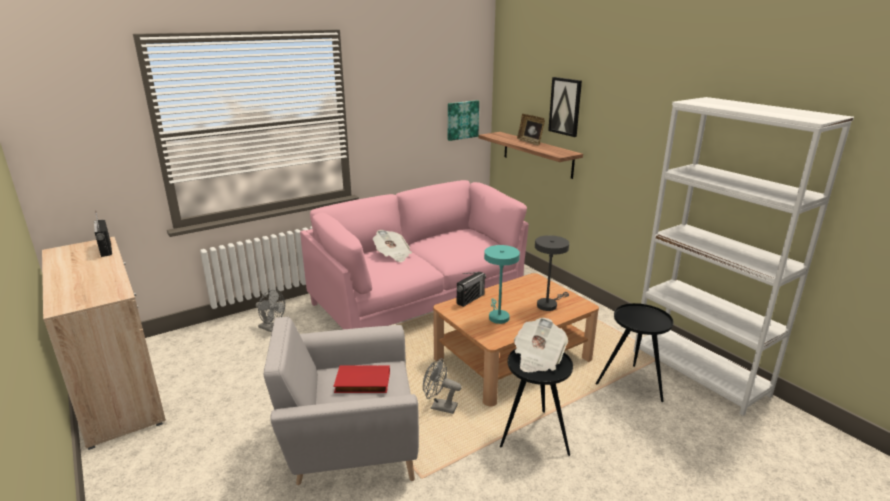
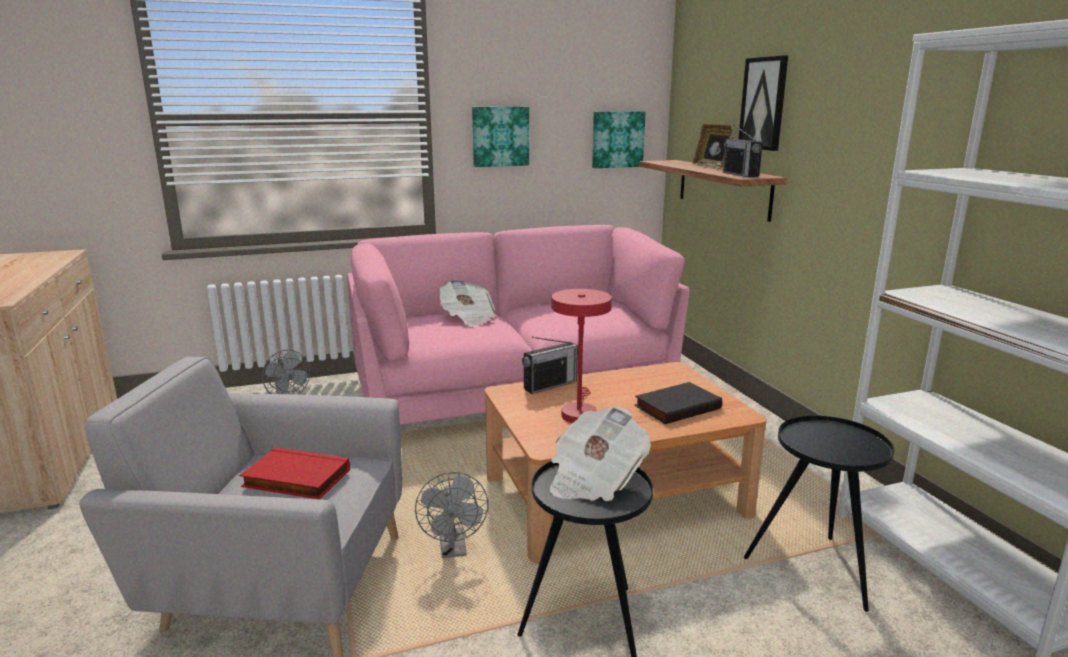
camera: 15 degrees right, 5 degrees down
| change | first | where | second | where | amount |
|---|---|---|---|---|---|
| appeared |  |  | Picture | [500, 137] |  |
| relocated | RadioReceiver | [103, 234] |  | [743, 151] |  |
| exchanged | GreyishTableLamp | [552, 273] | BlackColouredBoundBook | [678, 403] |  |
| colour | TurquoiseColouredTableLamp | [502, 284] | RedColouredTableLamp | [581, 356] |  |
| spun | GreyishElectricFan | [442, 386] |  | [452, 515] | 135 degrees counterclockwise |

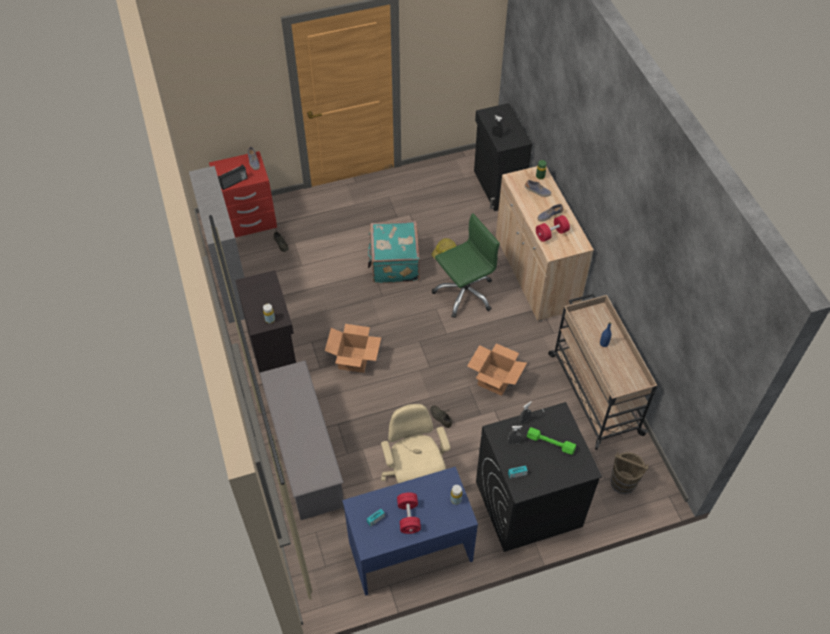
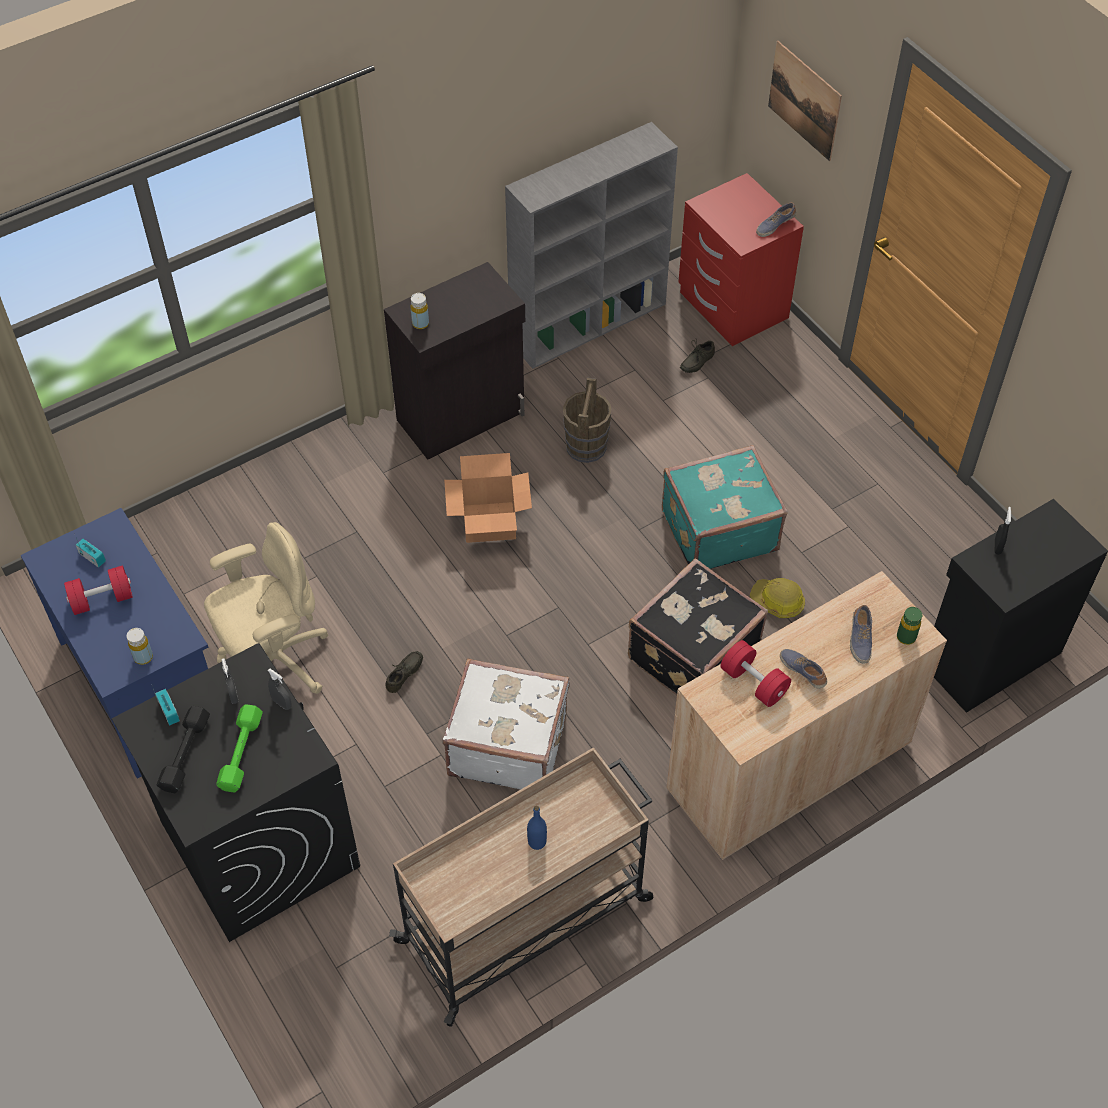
camera: 75 degrees right, 0 degrees up
| change | first | where | second | where | amount |
|---|---|---|---|---|---|
| missing | RadioReceiver | [233, 177] |  |  |  |
| missing | GreyishShoeRack | [302, 440] |  |  |  |
| appeared |  |  | BlackColouredFreeWeight | [183, 749] |  |
| appeared |  |  | Picture | [805, 101] |  |
| relocated | BrownColouredWaterBucket | [629, 473] |  | [587, 420] |  |
| exchanged | GreenishOfficeChair | [466, 266] | BlackColouredSuitcase | [698, 626] |  |
| exchanged | Carton | [497, 369] | WhitishSuitcase | [506, 723] |  |

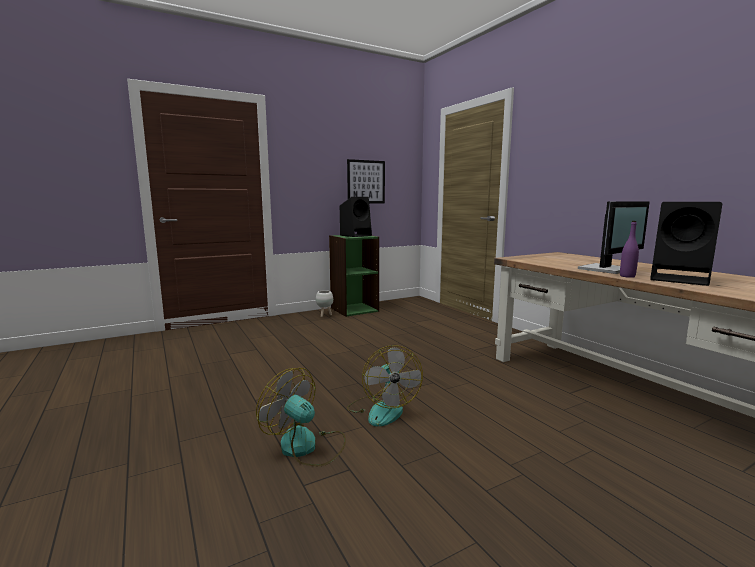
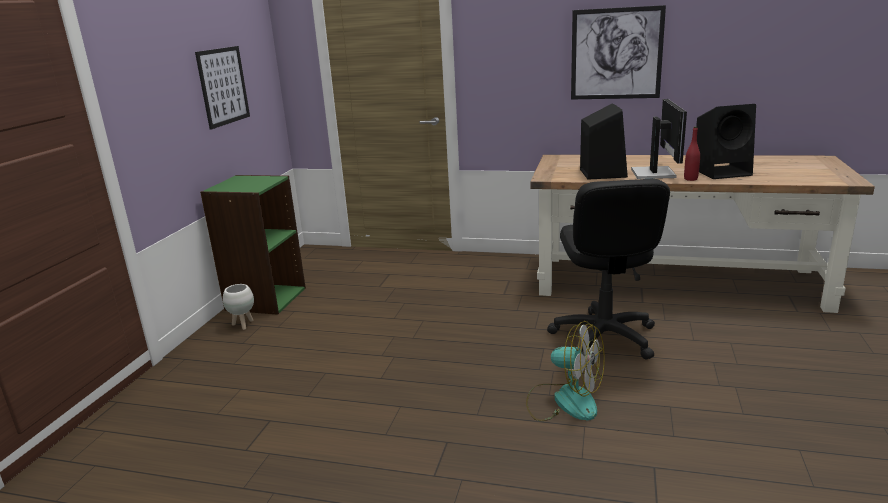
camera: 45 degrees left, 10 degrees up
| change | first | where | second | where | amount |
|---|---|---|---|---|---|
| missing | ElectricFan | [301, 417] |  |  |  |
| appeared |  |  | BlackColouredOfficeChair | [608, 269] |  |
| appeared |  |  | Picture | [618, 52] |  |
| relocated | BlackColouredAudioSpeaker | [356, 217] |  | [604, 141] |  |
| colour | PurplishBottle | [629, 249] | RedColouredBottle | [692, 153] |  |

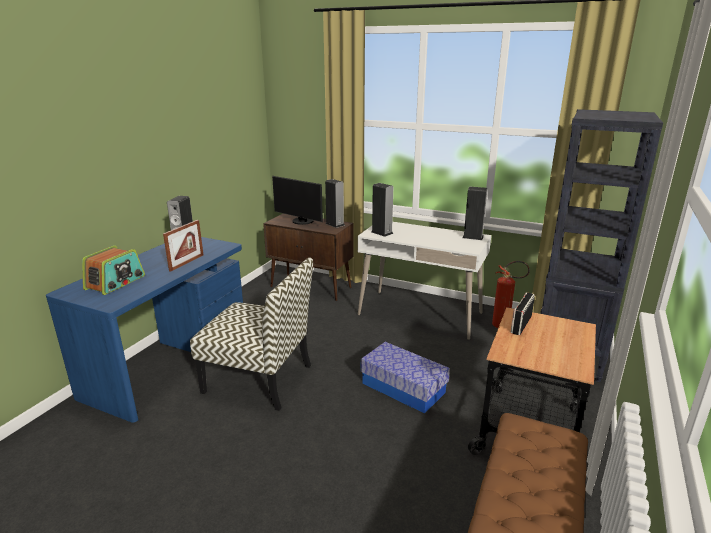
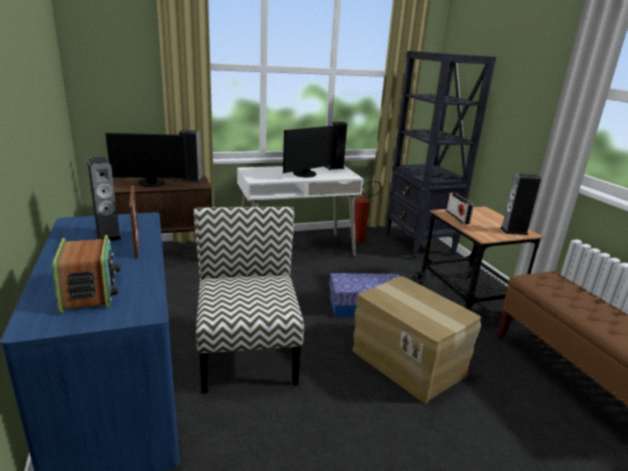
camera: 45 degrees left, 0 degrees up
| change | first | where | second | where | amount |
|---|---|---|---|---|---|
| appeared |  |  | ComputerScreen | [311, 151] |  |
| appeared |  |  | Carton | [416, 340] |  |
| relocated | AudioSpeaker | [382, 210] |  | [520, 204] |  |
| spun | PlainChair | [251, 334] |  | [249, 300] | 75 degrees counterclockwise |

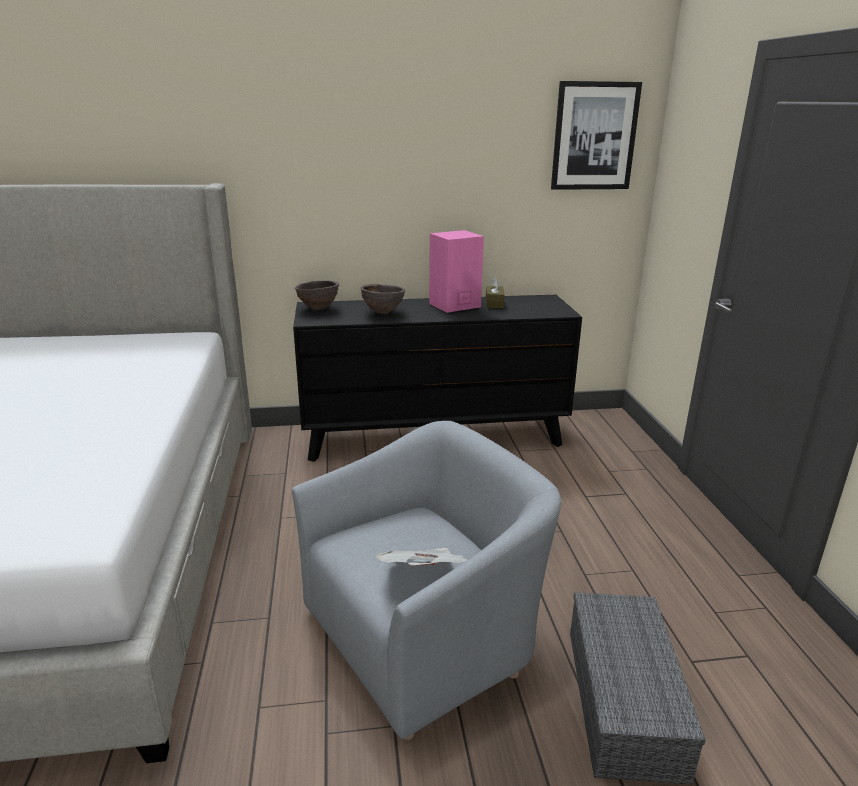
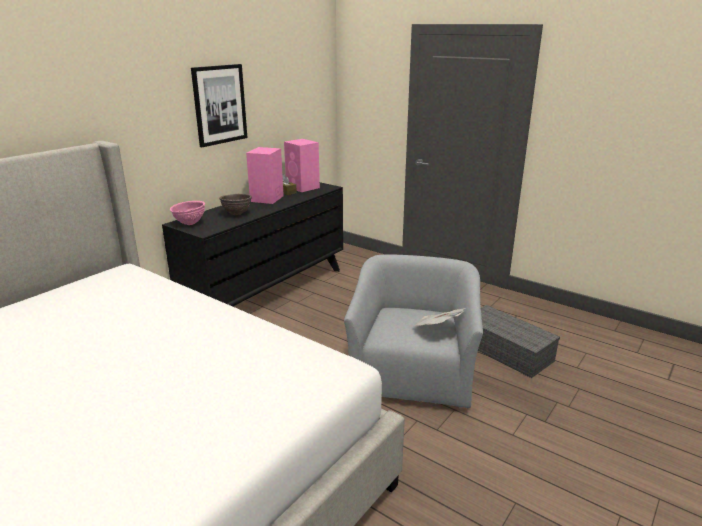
camera: 45 degrees left, 0 degrees up
| change | first | where | second | where | amount |
|---|---|---|---|---|---|
| appeared |  |  | PinkishAudioSpeaker | [302, 165] |  |
| relocated | Picture | [596, 135] |  | [219, 105] |  |
| colour | BrownColouredDeepDish | [317, 295] | PinkishDeepDish | [187, 213] |  |

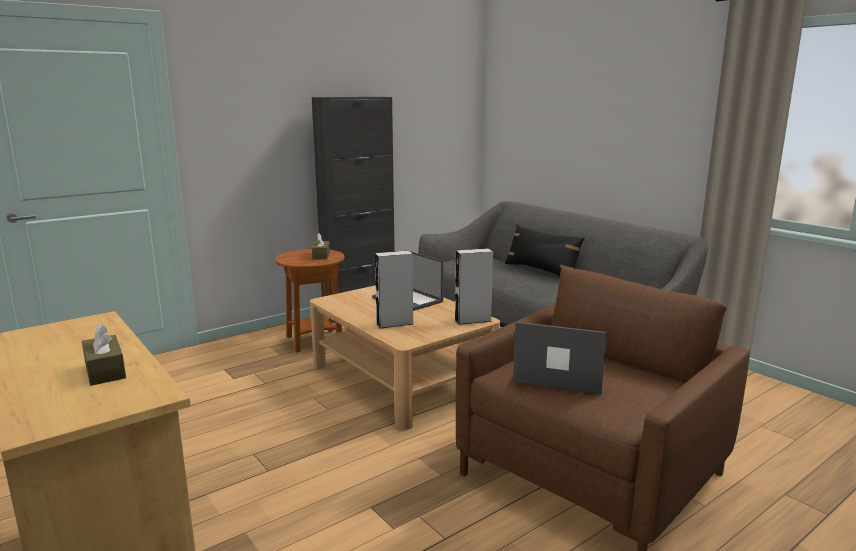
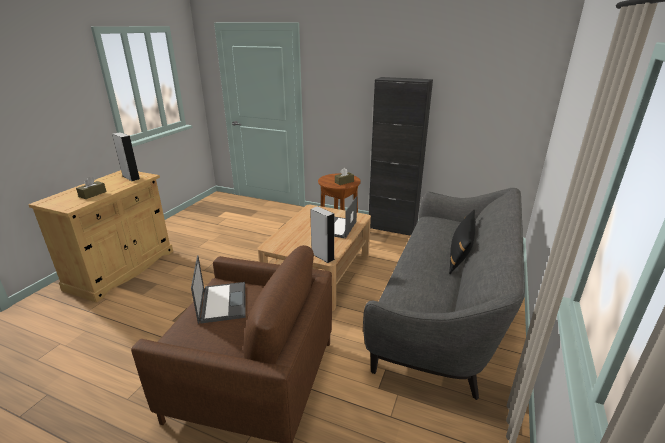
camera: 60 degrees right, 10 degrees up
| change | first | where | second | where | amount |
|---|---|---|---|---|---|
| relocated | GreyishAudioSpeaker | [394, 289] |  | [126, 156] |  |

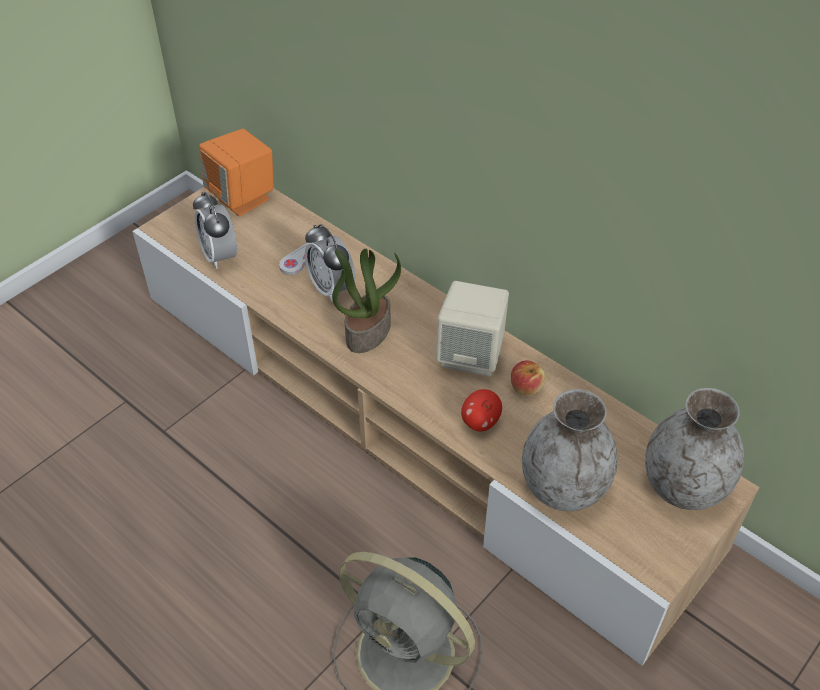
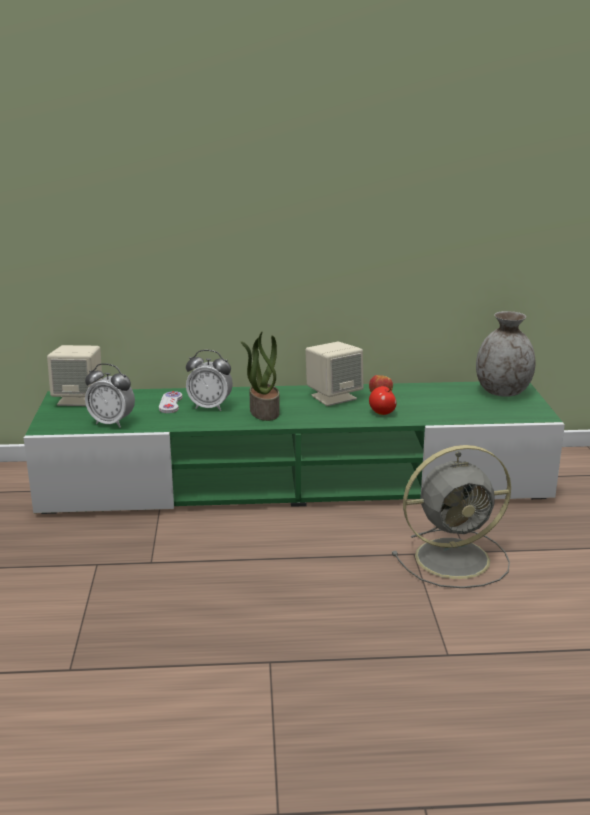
camera: 45 degrees left, 25 degrees down
| change | first | where | second | where | amount |
|---|---|---|---|---|---|
| missing | GreyishVase | [570, 450] |  |  |  |
| colour | SandColouredTvUnit | [446, 426] | GreenishTvUnit | [294, 448] |  |
| colour | OrangeColouredAudioSpeaker | [236, 172] | SandColouredAudioSpeaker | [74, 375] |  |

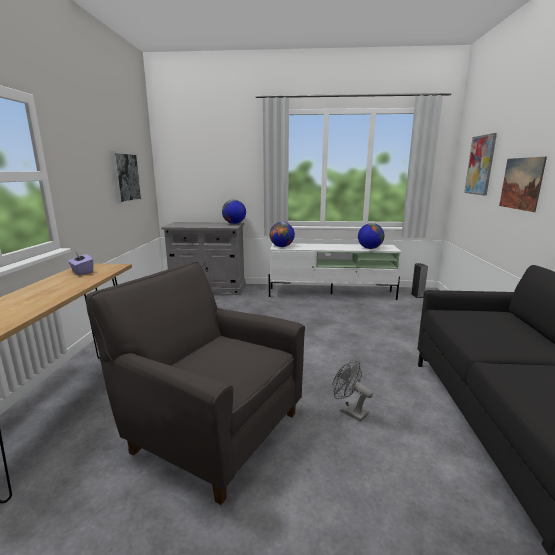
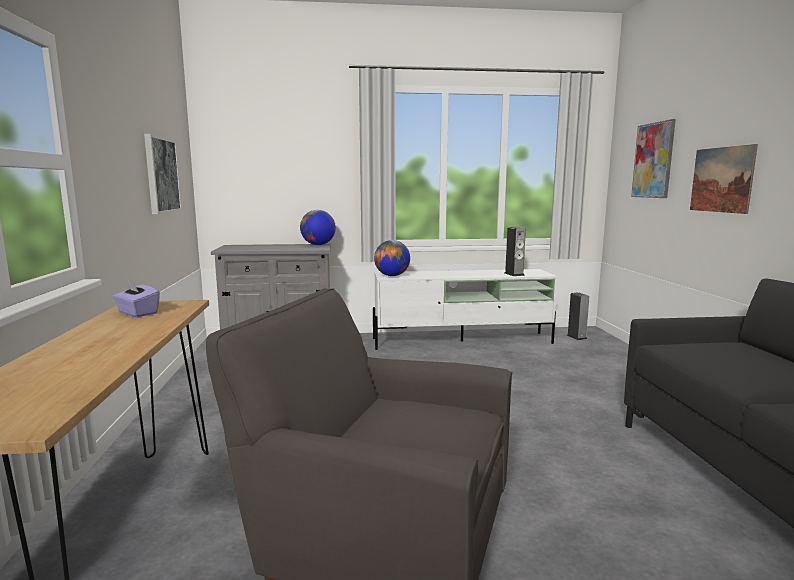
camera: 10 degrees left, 5 degrees down
| change | first | where | second | where | amount |
|---|---|---|---|---|---|
| missing | GreyishElectricFan | [352, 391] |  |  |  |
| exchanged | Globe | [371, 236] | AudioSpeaker | [515, 251] |  |

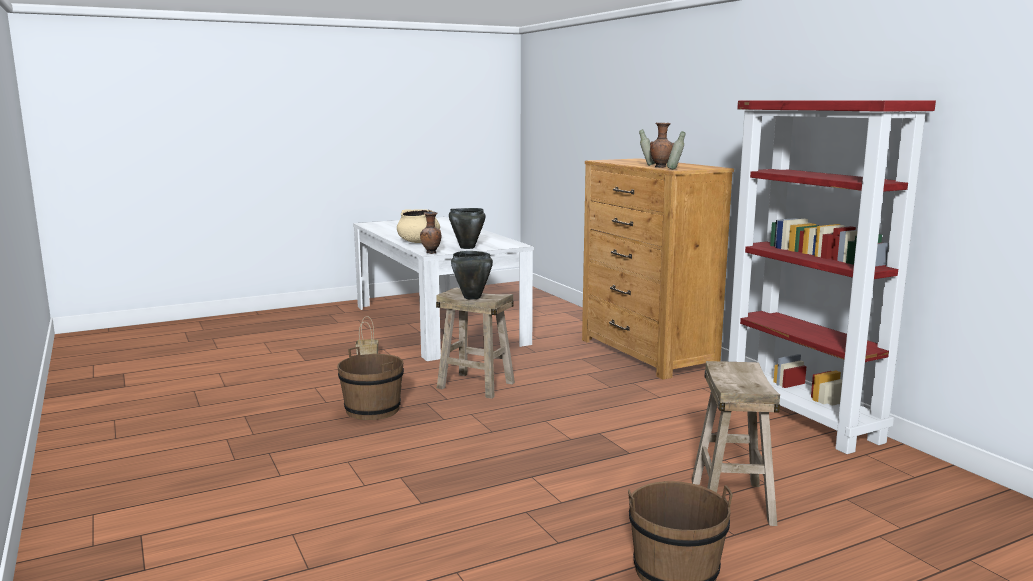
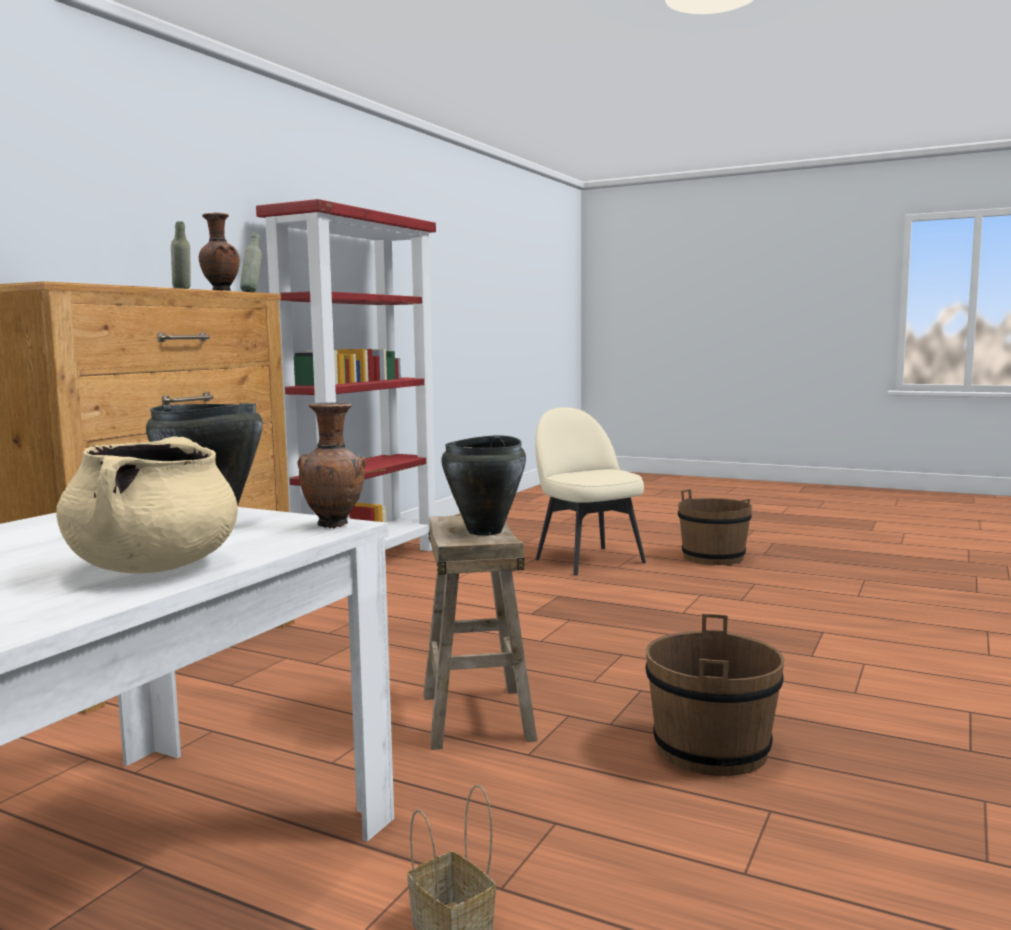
camera: 125 degrees left, 5 degrees down
| change | first | where | second | where | amount |
|---|---|---|---|---|---|
| exchanged | SandColouredStoolSeat | [736, 443] | SandColouredPlainChair | [590, 491] |  |

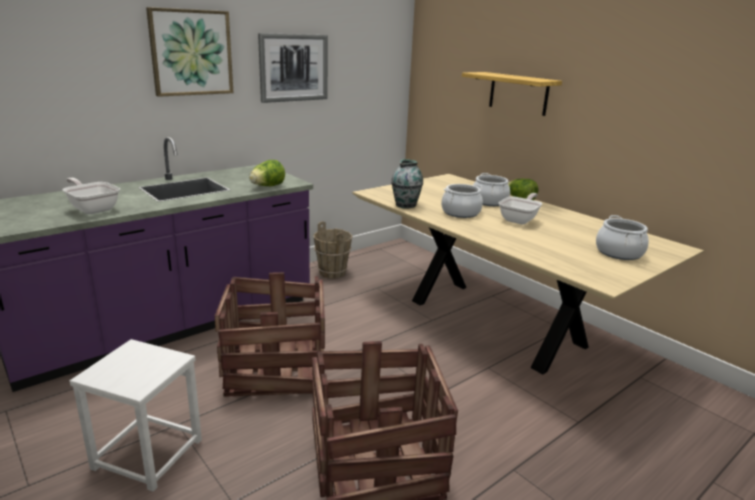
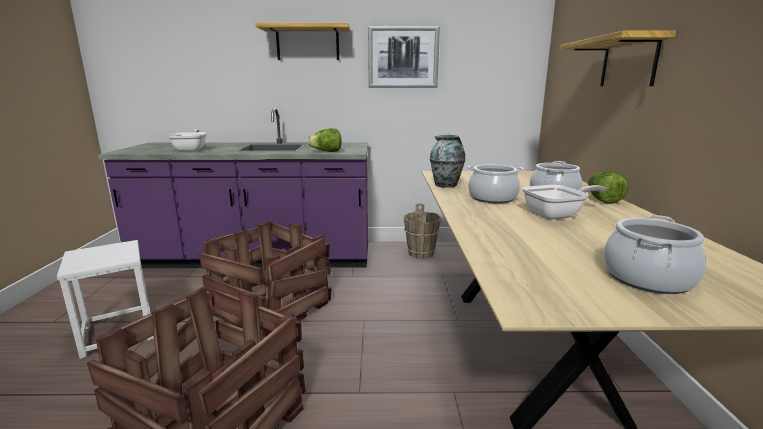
camera: 40 degrees right, 5 degrees down
| change | first | where | second | where | amount |
|---|---|---|---|---|---|
| exchanged | Picture | [189, 52] | BracketShelf | [302, 41] |  |

